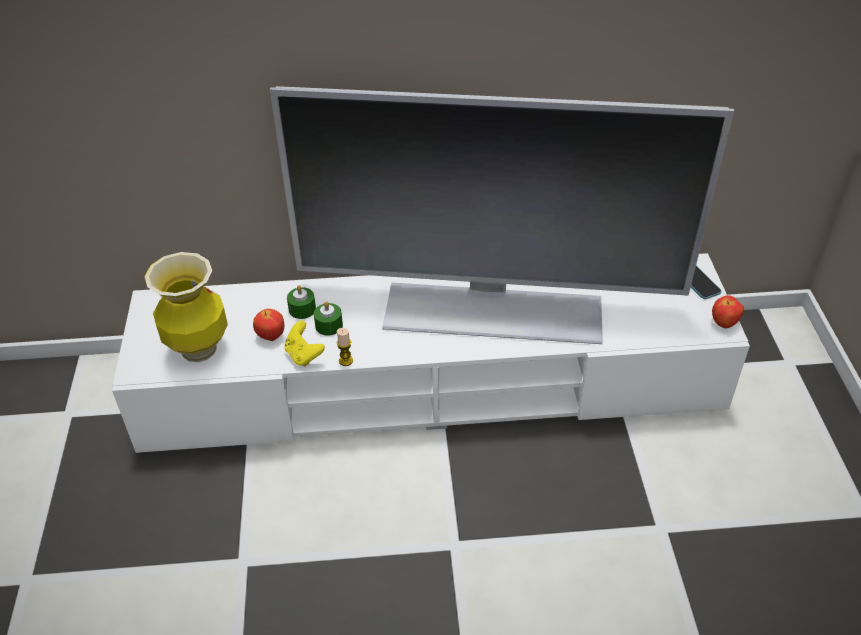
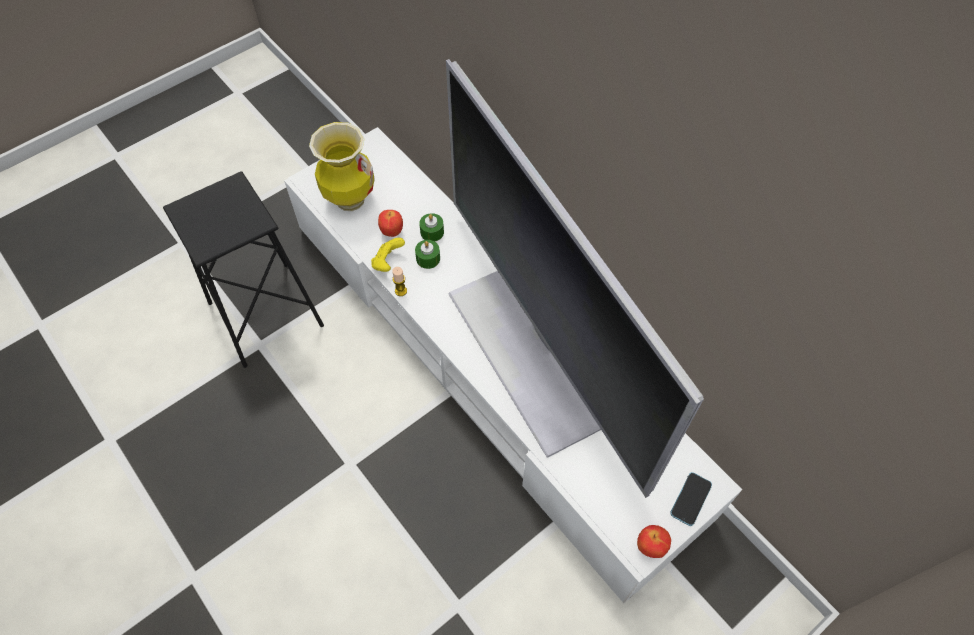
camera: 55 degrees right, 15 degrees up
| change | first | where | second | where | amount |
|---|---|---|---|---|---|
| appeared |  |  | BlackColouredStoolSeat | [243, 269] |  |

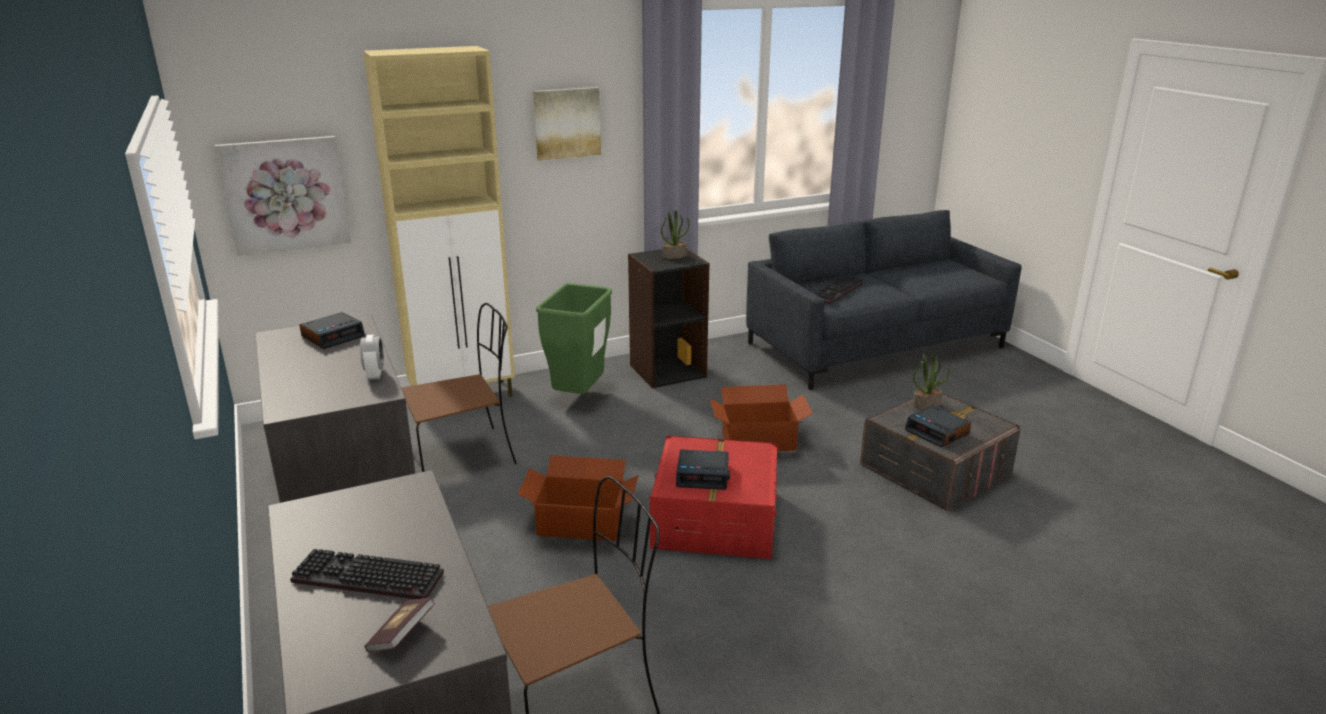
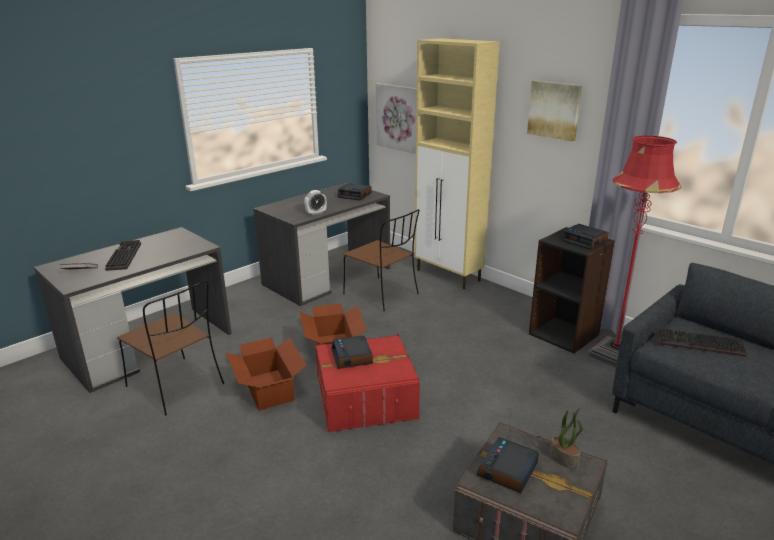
camera: 70 degrees right, 0 degrees up
| change | first | where | second | where | amount |
|---|---|---|---|---|---|
| missing | GreenishWasteBin | [574, 338] |  |  |  |
| appeared |  |  | RedColouredFloorLamp | [635, 252] |  |
| relocated | Carton | [761, 417] |  | [266, 374] |  |
| exchanged | PlantInAPot | [675, 234] | BedsideClock | [585, 236] |  |

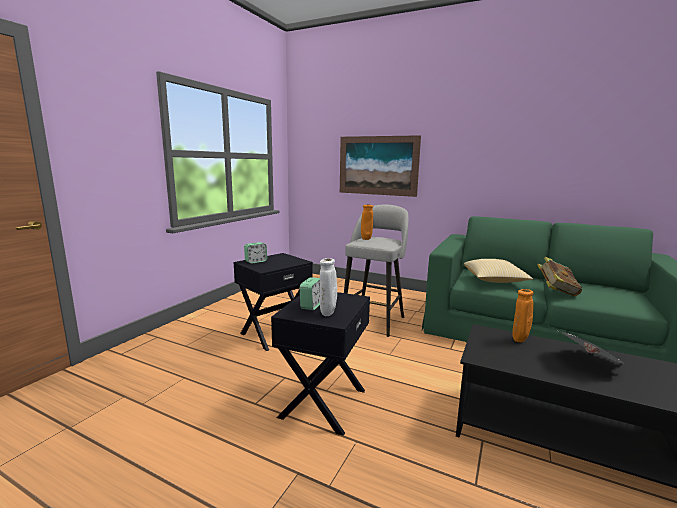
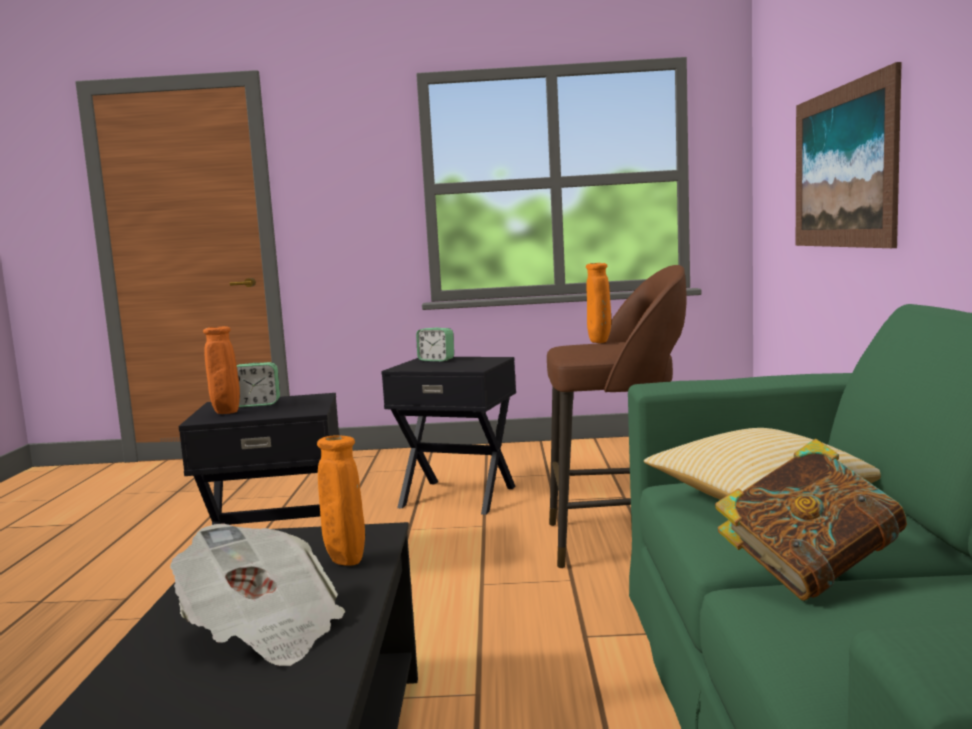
camera: 65 degrees right, 5 degrees down
| change | first | where | second | where | amount |
|---|---|---|---|---|---|
| colour | WhitishVase | [328, 287] | OrangeColouredVase | [221, 370] |  |
| colour | GreyishStoolSeat | [376, 271] | BrownColouredStoolSeat | [617, 416] |  |

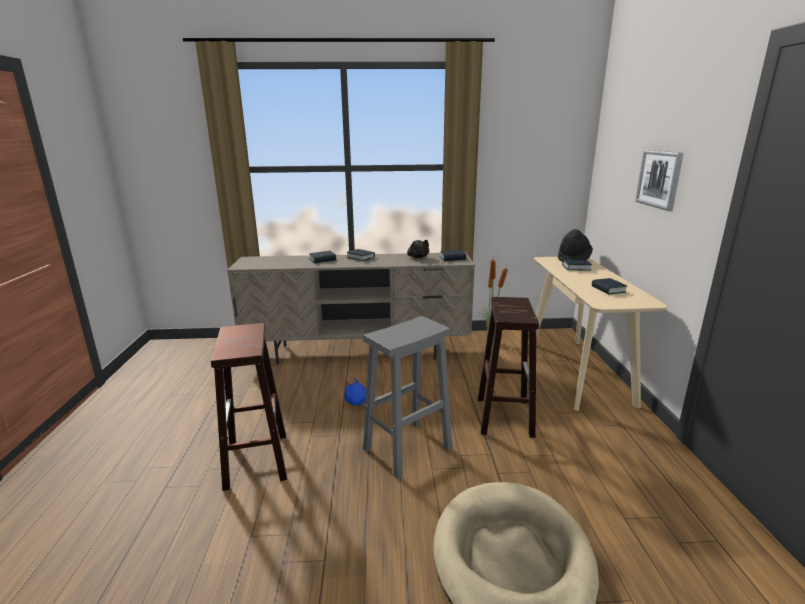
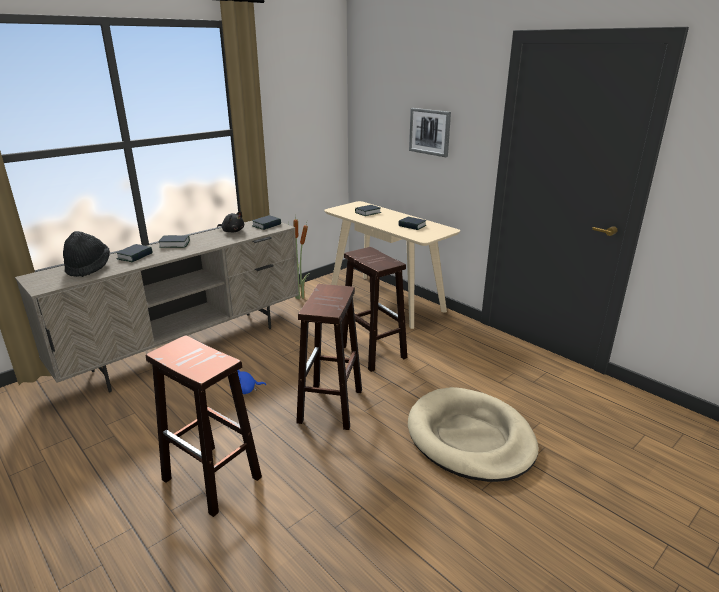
camera: 40 degrees left, 5 degrees up
| change | first | where | second | where | amount |
|---|---|---|---|---|---|
| relocated | BlackColouredWearableHat | [575, 245] |  | [86, 254] |  |
| colour | GreyishStoolSeat | [408, 397] | BrownColouredStoolSeat | [329, 357] |  |

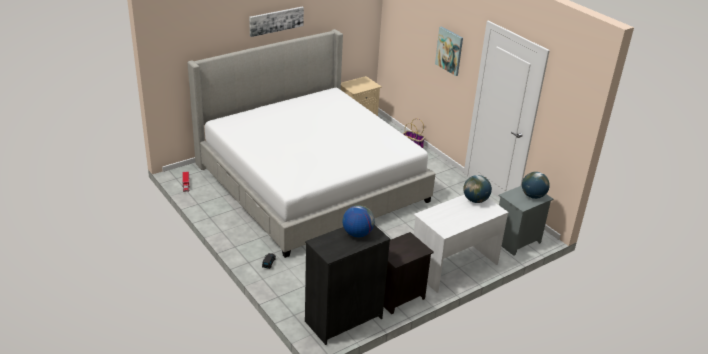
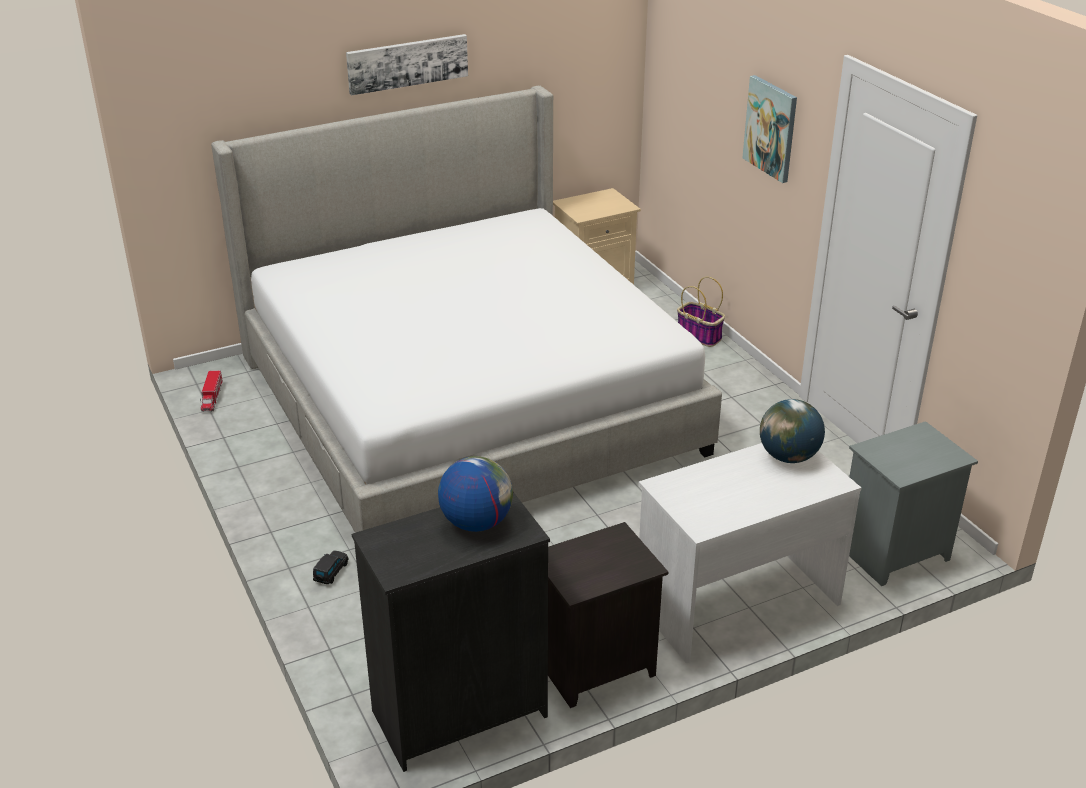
camera: 10 degrees right, 0 degrees up
| change | first | where | second | where | amount |
|---|---|---|---|---|---|
| missing | Globe | [536, 185] |  |  |  |

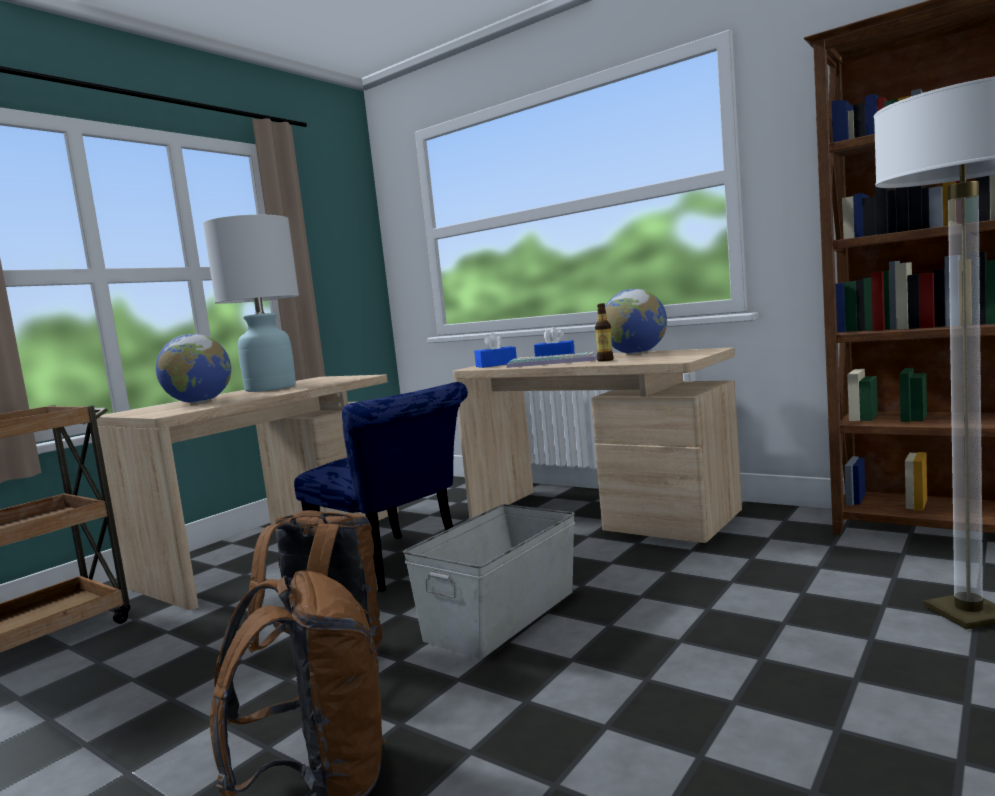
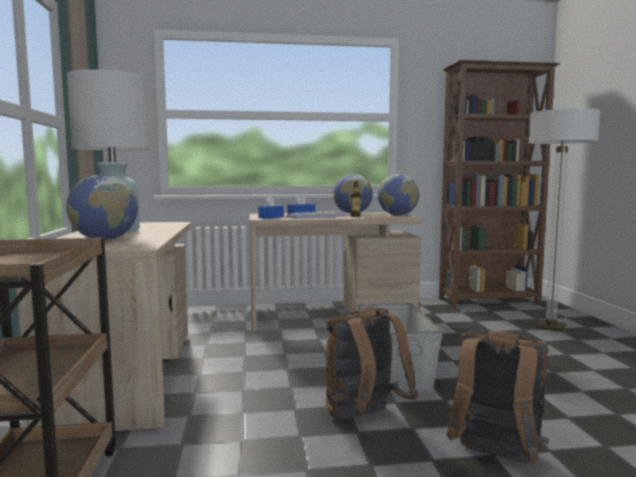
camera: 45 degrees left, 0 degrees up
| change | first | where | second | where | amount |
|---|---|---|---|---|---|
| missing | BlueColouredPlainChair | [381, 487] |  |  |  |
| appeared |  |  | Globe | [398, 195] |  |

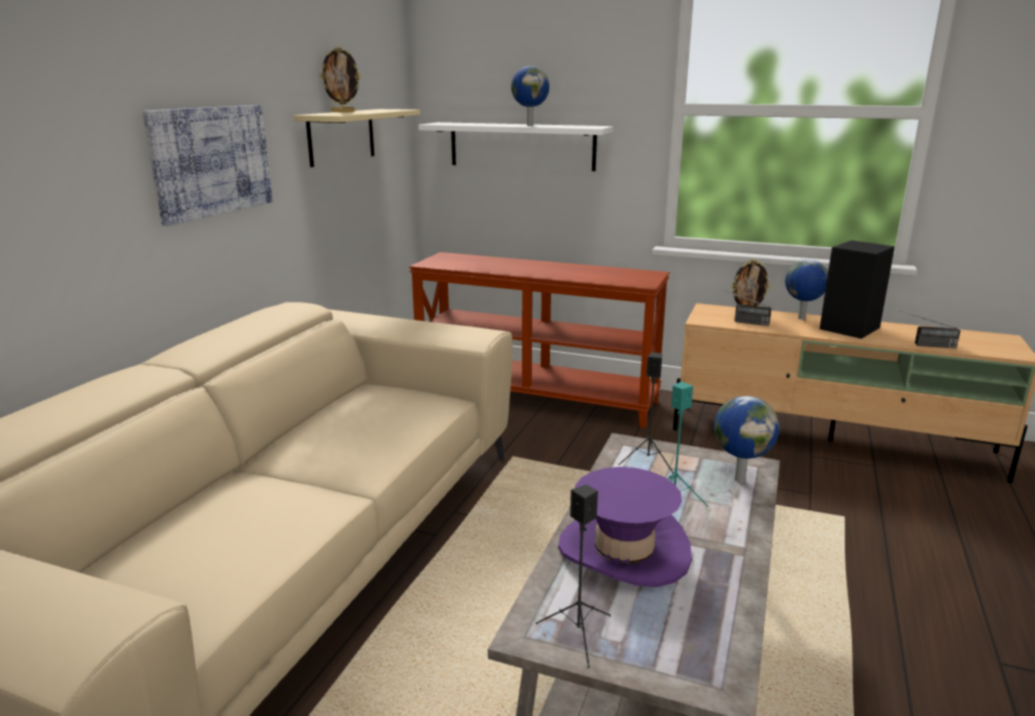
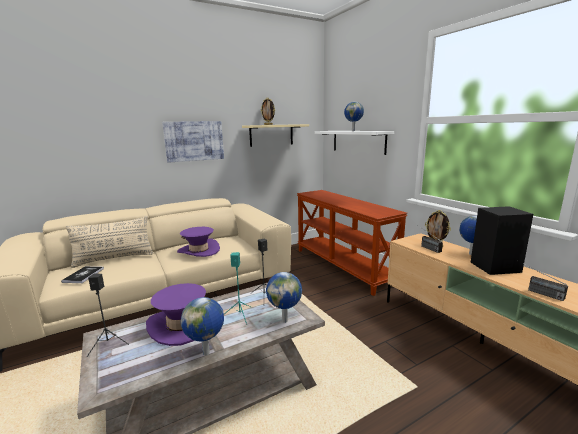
camera: 40 degrees right, 5 degrees down
| change | first | where | second | where | amount |
|---|---|---|---|---|---|
| appeared |  |  | BoundBook | [82, 274] |  |
| appeared |  |  | SandColouredPillow | [110, 242] |  |
| appeared |  |  | PurplishWearableHat | [198, 242] |  |
| appeared |  |  | Globe | [202, 326] |  |

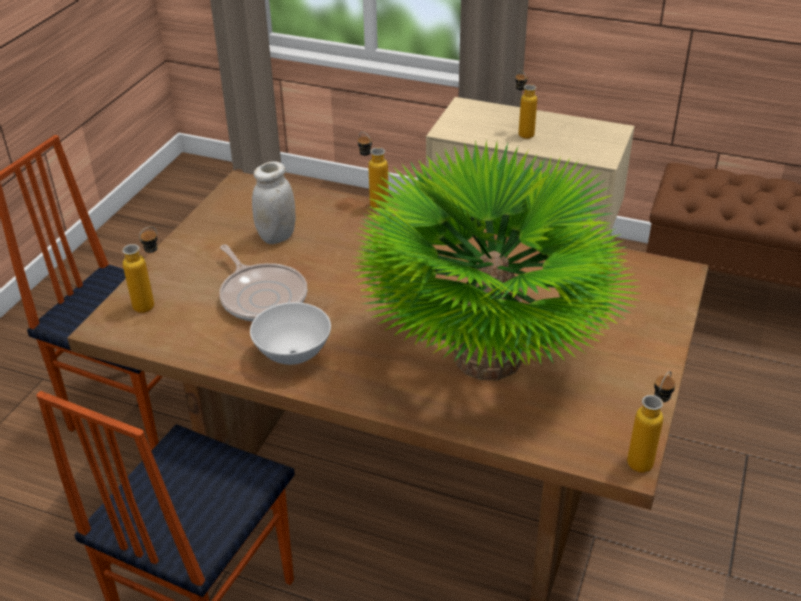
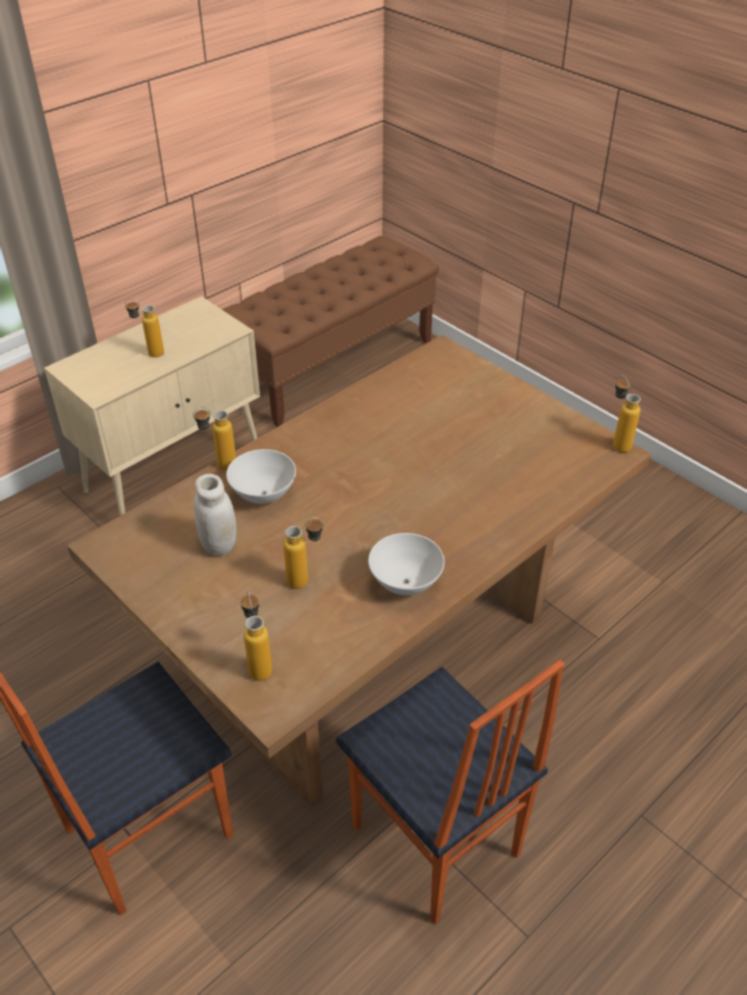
camera: 65 degrees left, 5 degrees up
| change | first | where | second | where | amount |
|---|---|---|---|---|---|
| missing | PlantInAPot | [496, 261] |  |  |  |
| appeared |  |  | WhitishDeepDish | [261, 476] |  |
| exchanged | FryingPan | [263, 283] | Bottle | [303, 553] |  |

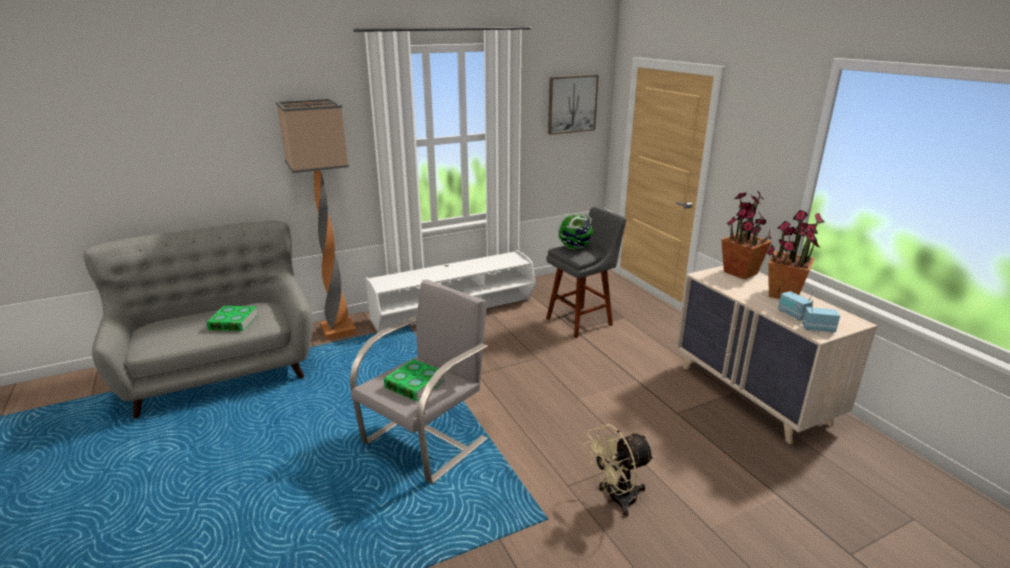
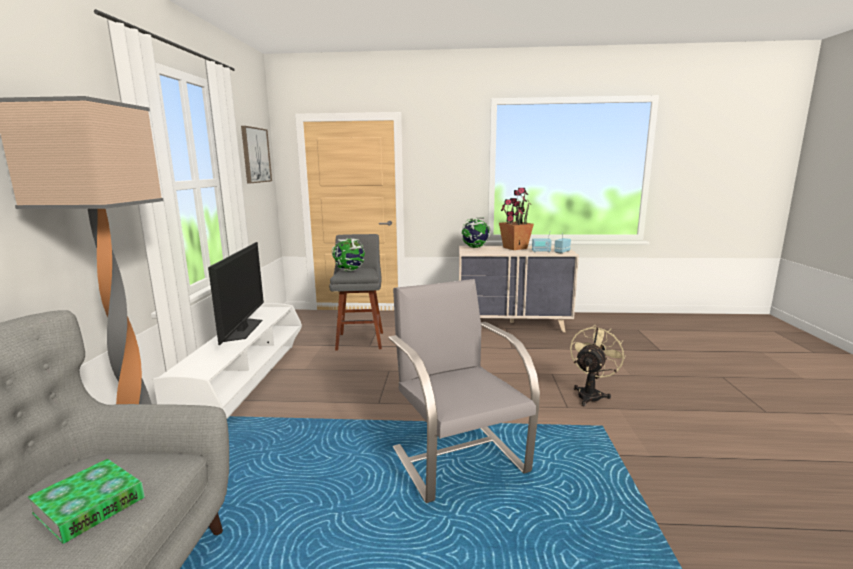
camera: 60 degrees left, 10 degrees down
| change | first | where | second | where | amount |
|---|---|---|---|---|---|
| missing | BoundBook | [414, 380] |  |  |  |
| appeared |  |  | TvSet | [236, 293] |  |
| exchanged | PlantInAPot | [746, 235] | Globe | [476, 232] |  |
| spun | SandColouredElectricFan | [619, 470] |  | [598, 365] | 150 degrees counterclockwise |

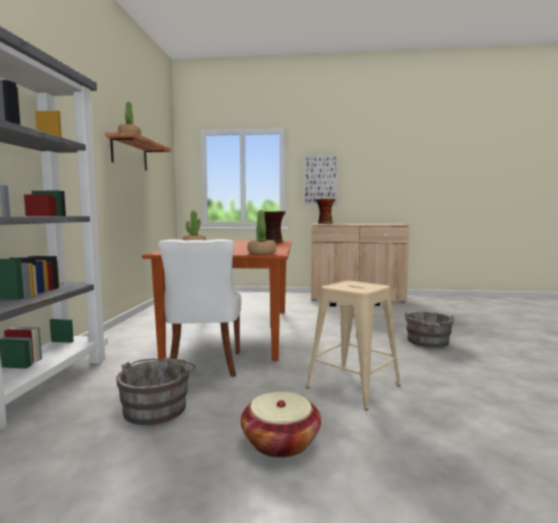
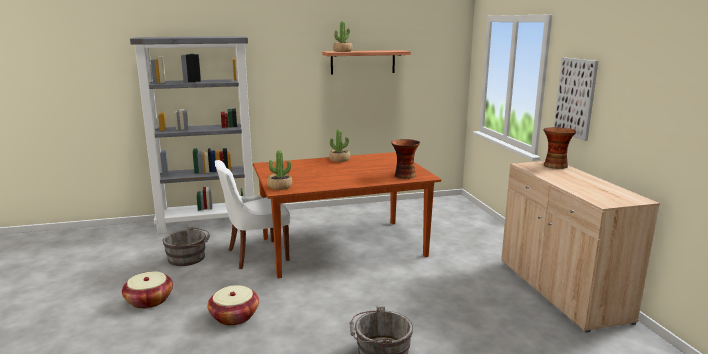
camera: 70 degrees right, 10 degrees up
| change | first | where | second | where | amount |
|---|---|---|---|---|---|
| exchanged | SandColouredStoolSeat | [353, 345] | StorageBasket | [233, 305] |  |

